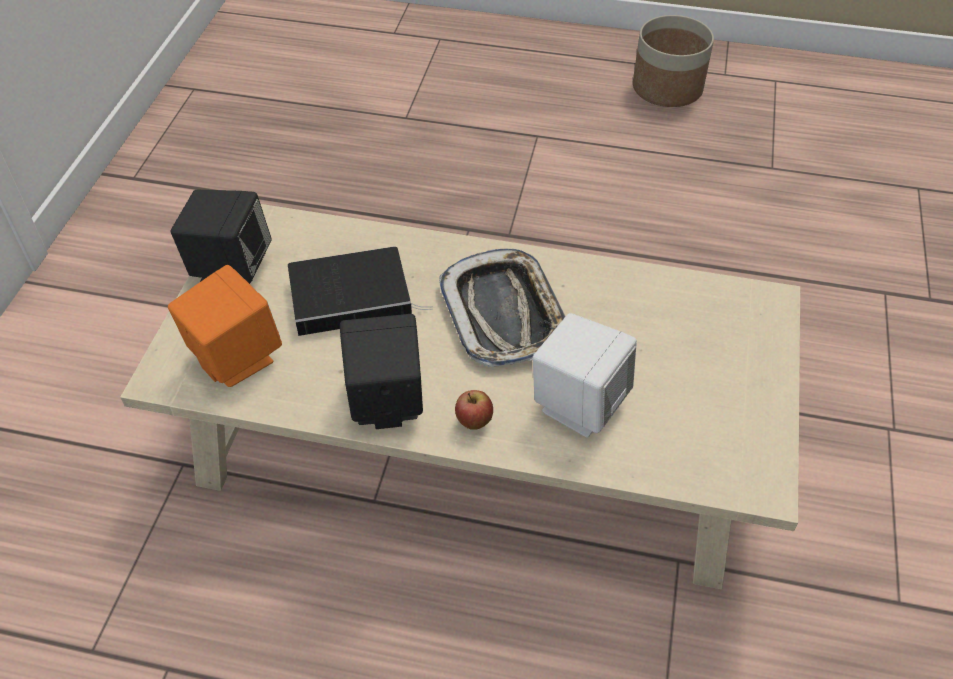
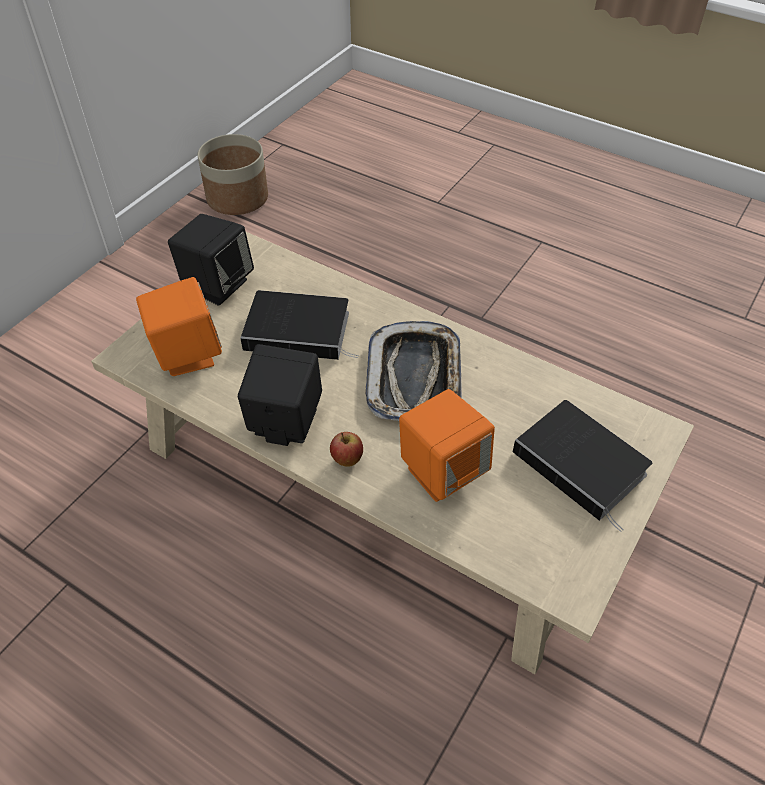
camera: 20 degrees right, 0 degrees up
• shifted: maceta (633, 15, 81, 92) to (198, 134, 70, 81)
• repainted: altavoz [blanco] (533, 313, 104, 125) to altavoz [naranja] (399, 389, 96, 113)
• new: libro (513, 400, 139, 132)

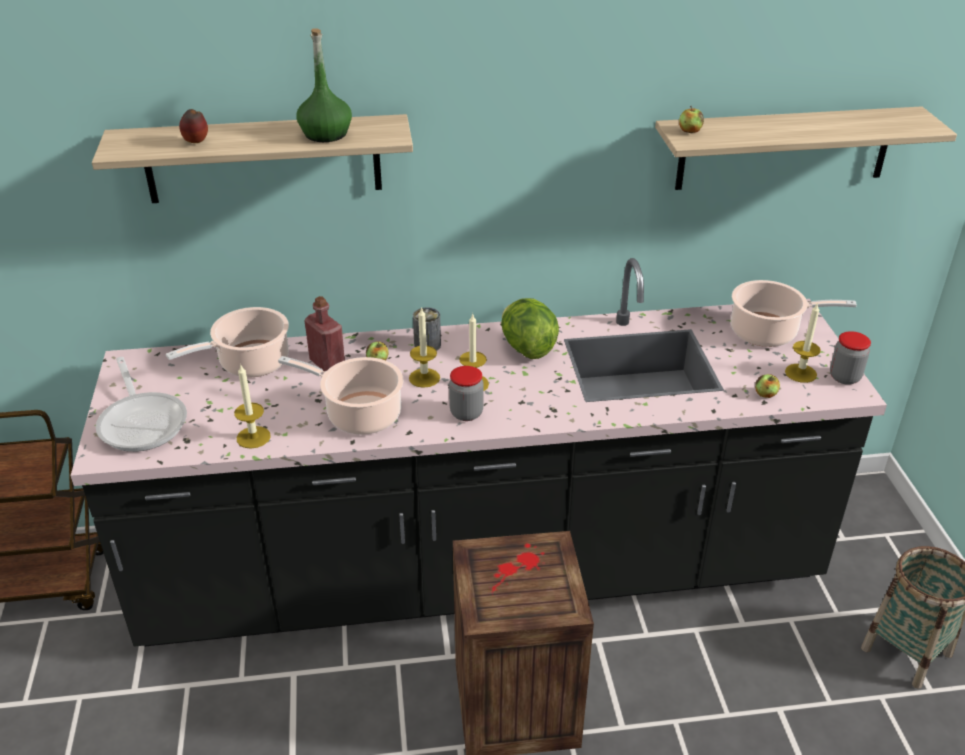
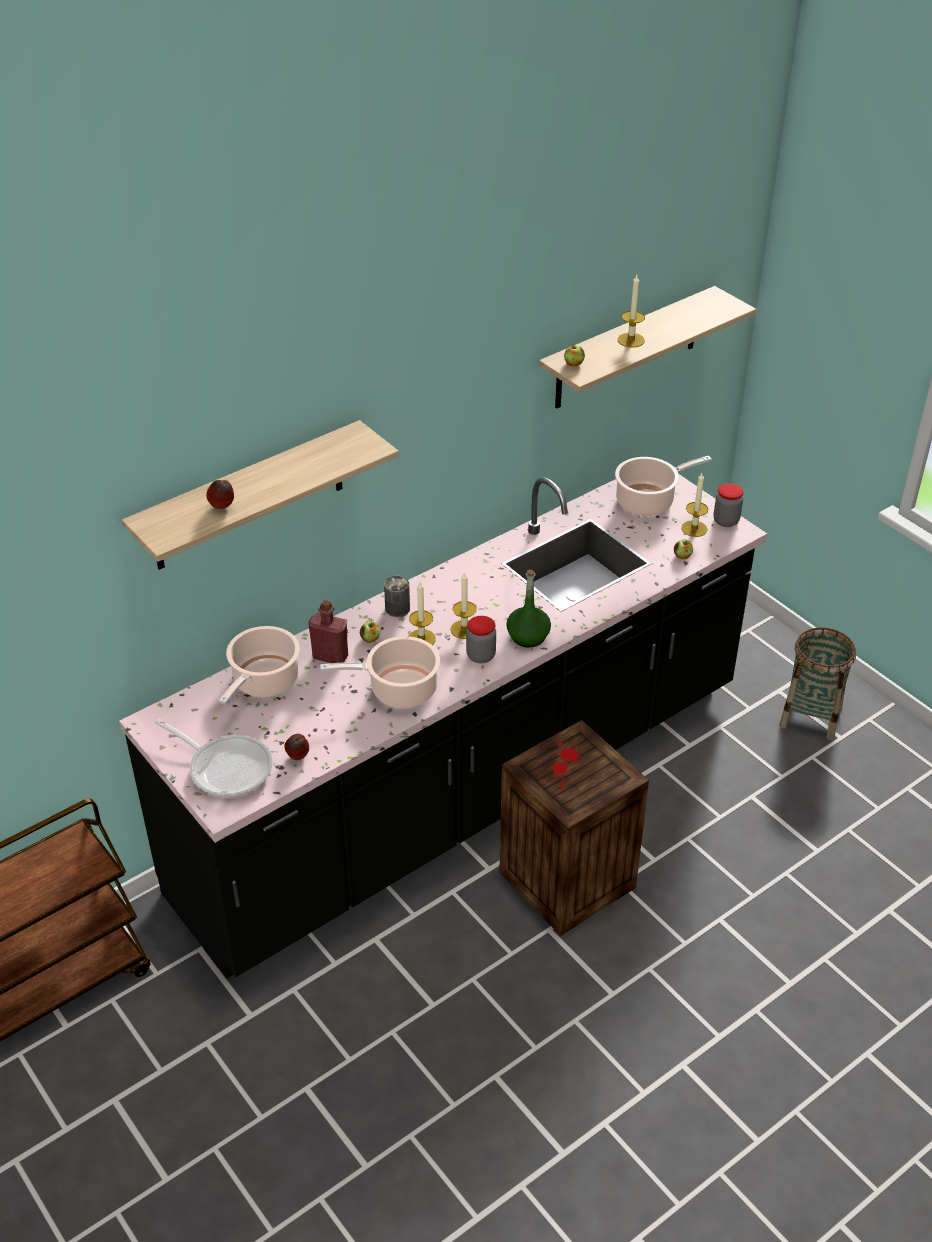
camera: 30 degrees left, 5 degrees up
• new: manzana (284, 734, 25, 26)
• shifted: botella [verde] (296, 29, 56, 113) to (506, 570, 45, 78)
• shifted: vela (234, 365, 36, 84) to (618, 275, 27, 73)
• gone: lechuga (501, 298, 58, 61)

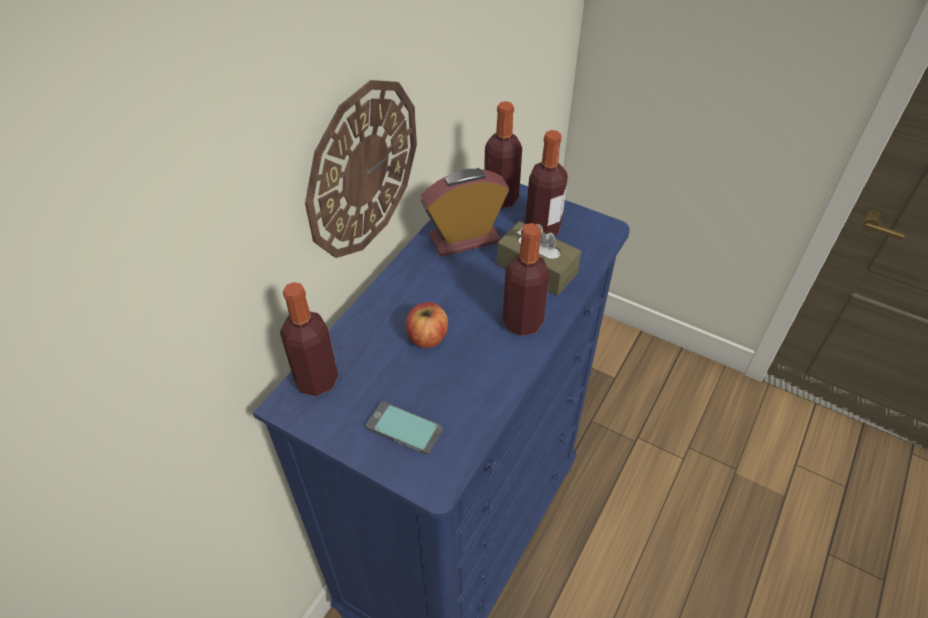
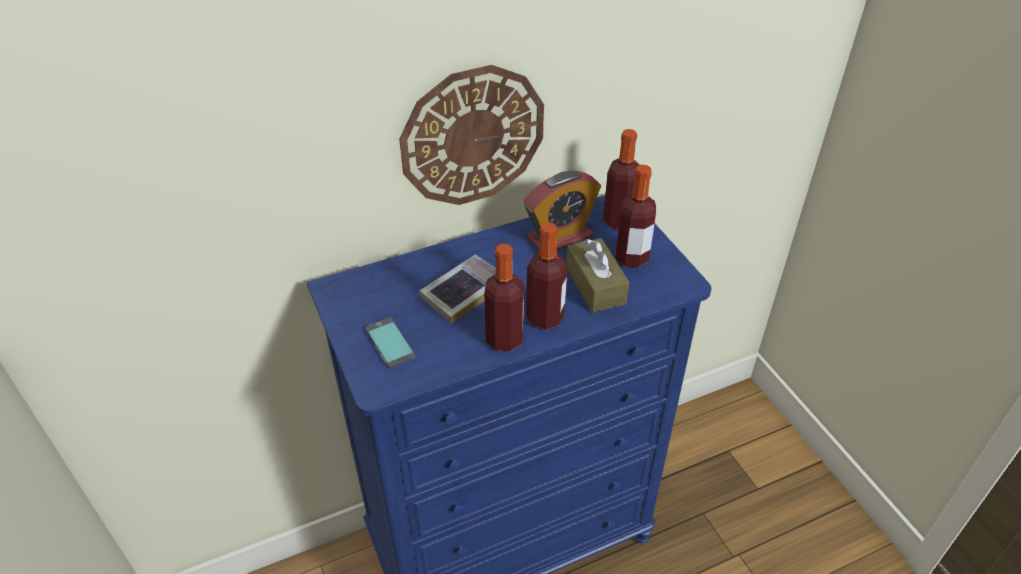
camera: 35 degrees right, 5 degrees down
• swapped: manzana (406, 302, 42, 46) to libro (419, 255, 77, 69)
• shifted: botella (280, 282, 58, 114) to (484, 244, 40, 108)
• rotated: despertador (421, 169, 88, 88) = (524, 171, 77, 80) 135 degrees clockwise

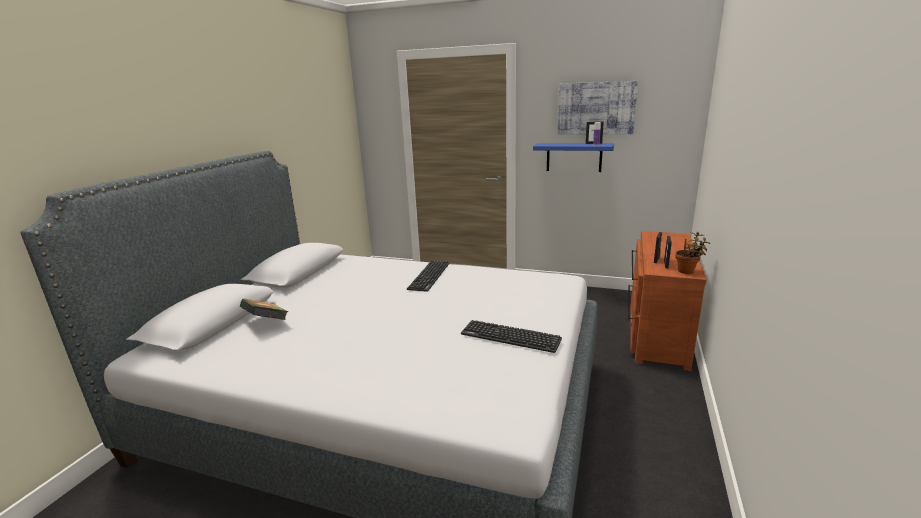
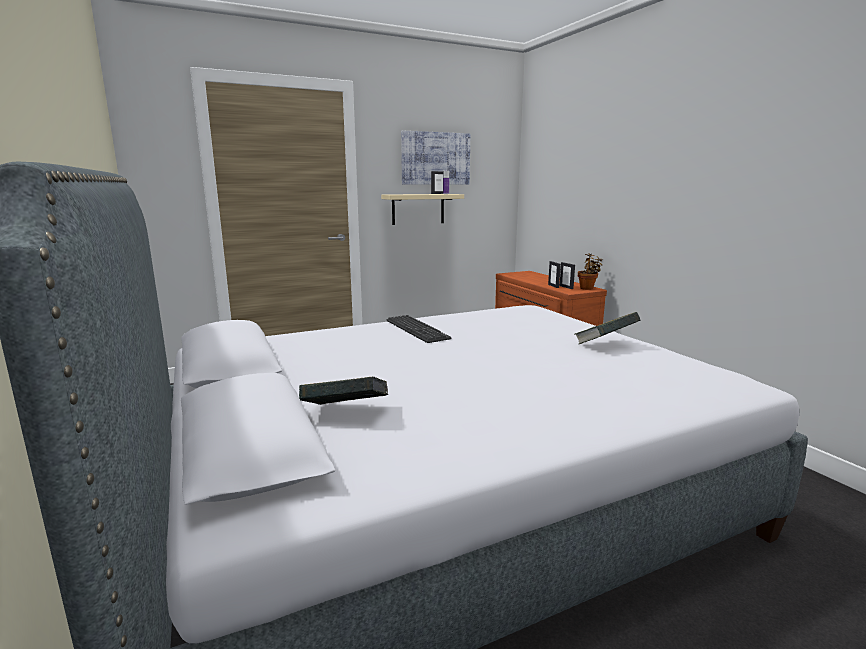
camera: 45 degrees left, 5 degrees down
• repainted: estante [azul] (533, 143, 81, 29) to estante [beis] (381, 194, 83, 31)
• swapped: teclado (461, 320, 101, 33) to libro (574, 312, 66, 32)

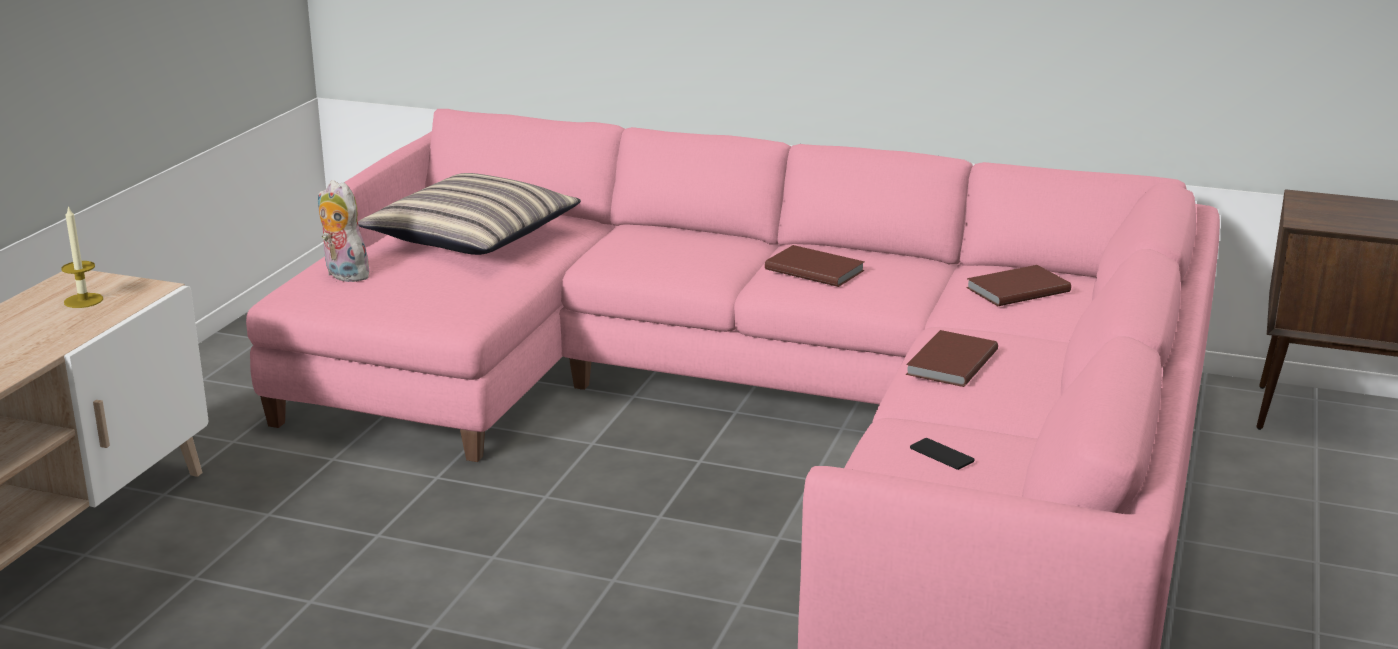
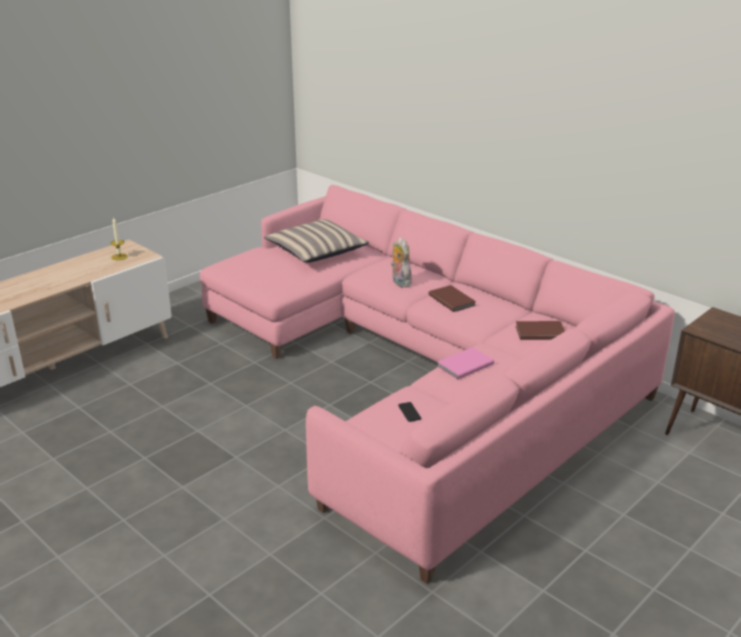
camera: 25 degrees right, 5 degrees up
• shifted: peluche (318, 180, 51, 102) to (391, 238, 21, 50)
• repainted: libro [marrón] (906, 330, 92, 57) to libro [rosa] (437, 347, 57, 33)

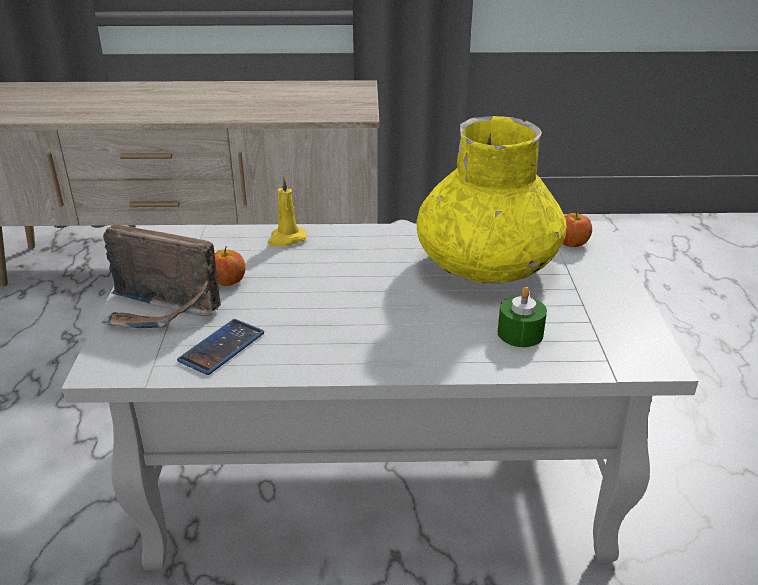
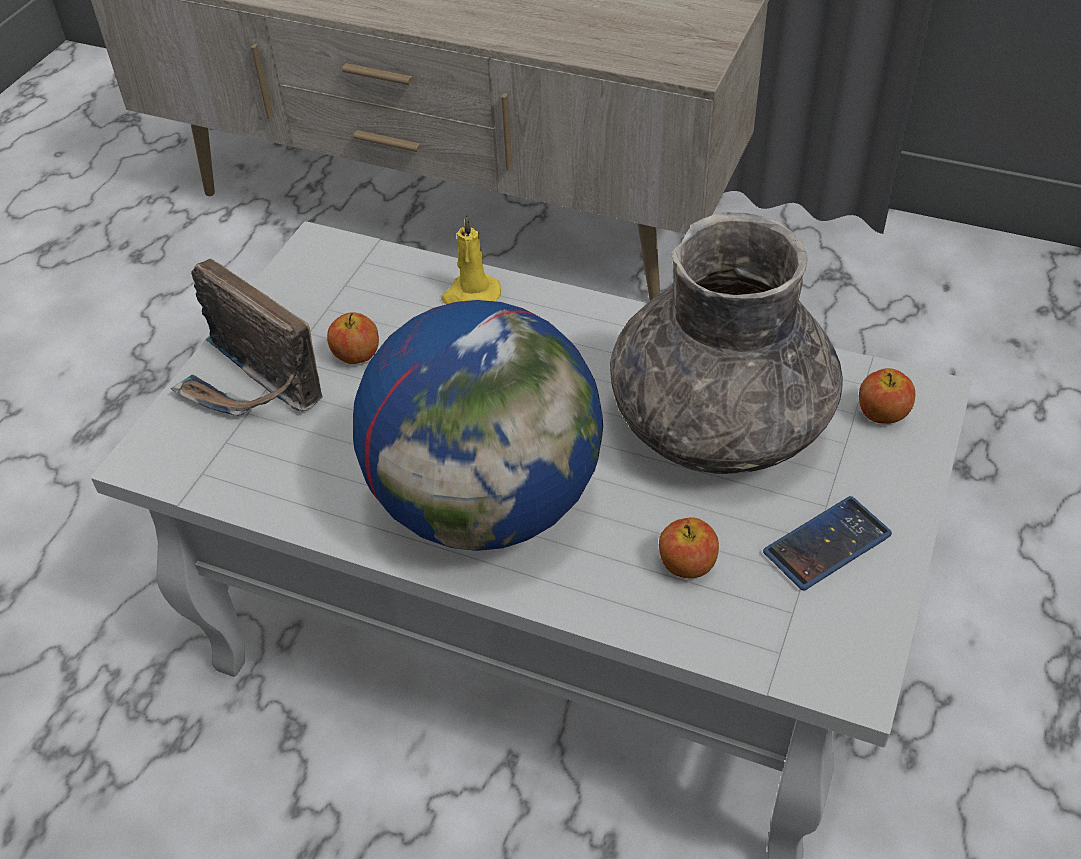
camera: 25 degrees right, 15 degrees up
• new: globo terráqueo (353, 300, 250, 251)
• repainted: florero [amarillo] (417, 116, 150, 168) to florero [gris] (610, 212, 233, 262)
• swapped: vela [verde] (498, 287, 49, 60) to manzana (659, 517, 60, 61)
• shifted: móvil (177, 319, 87, 56) to (763, 496, 129, 95)

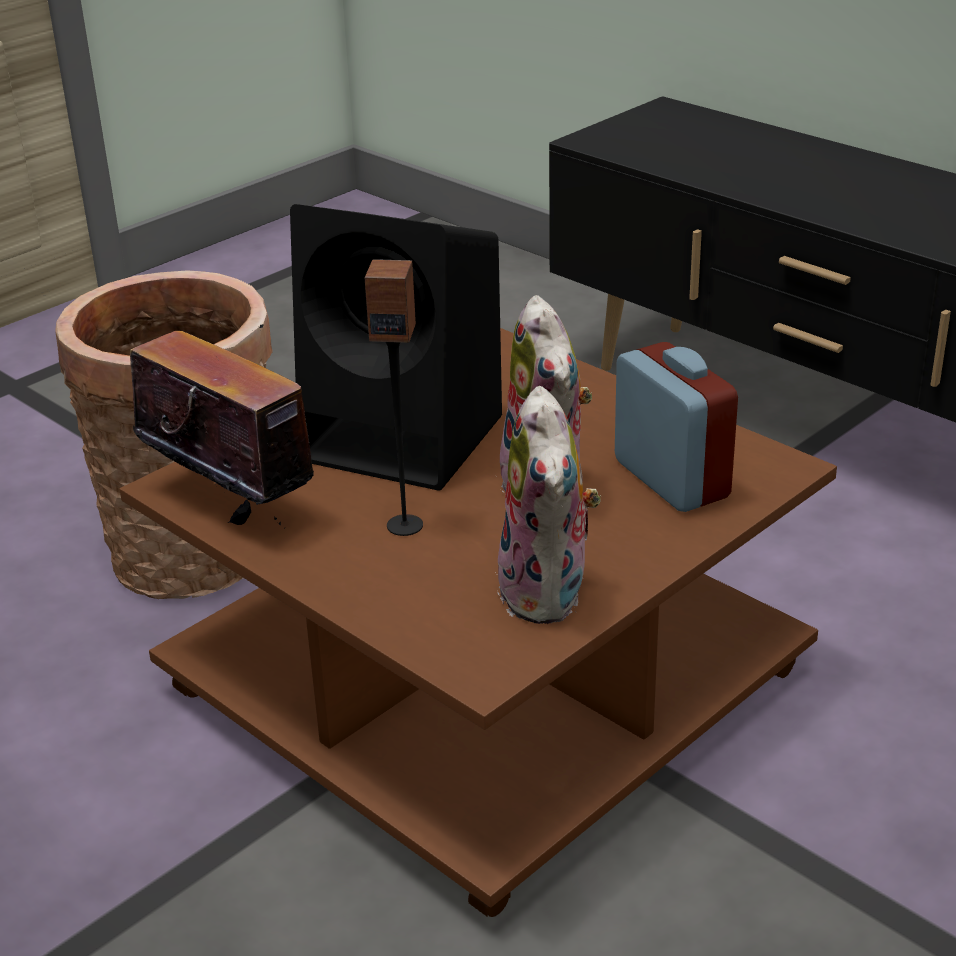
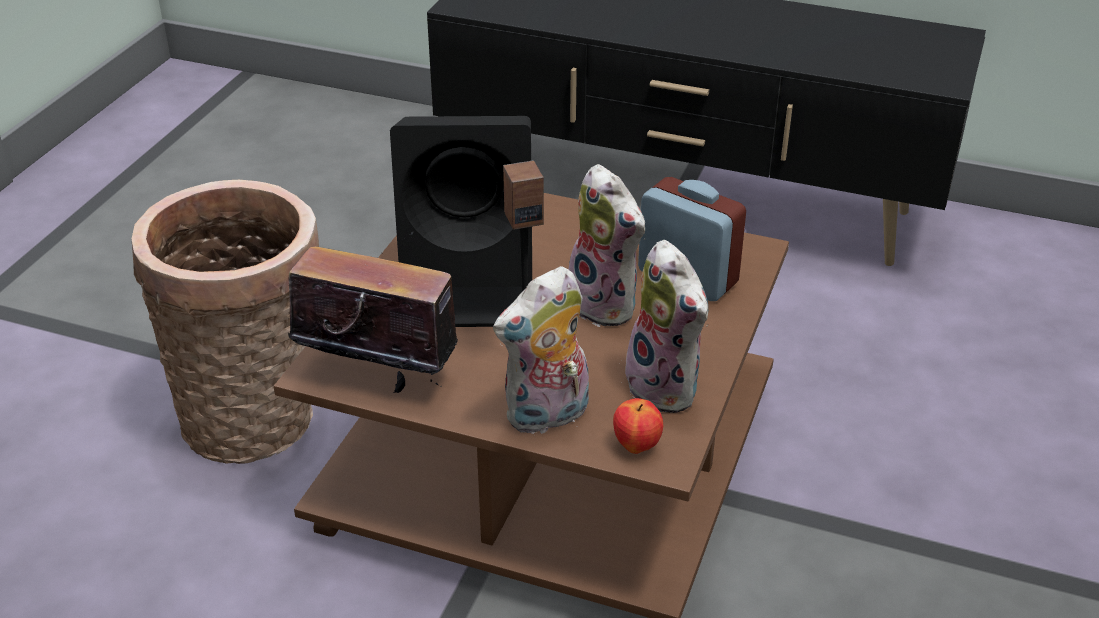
camera: 25 degrees left, 5 degrees up
• new: peluche (493, 266, 96, 170)
• new: manzana (613, 398, 50, 56)

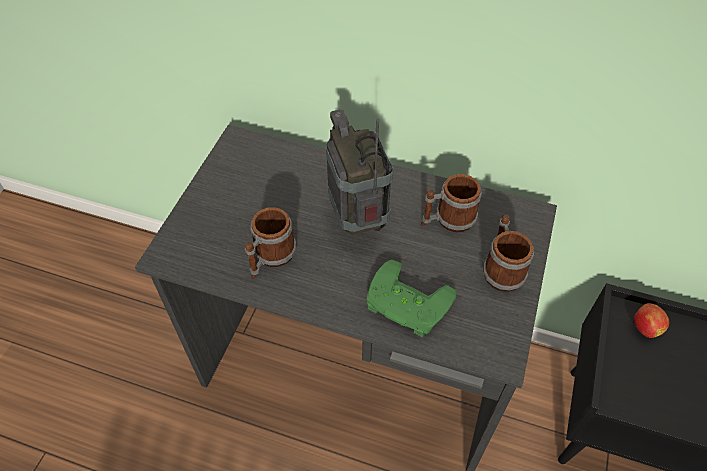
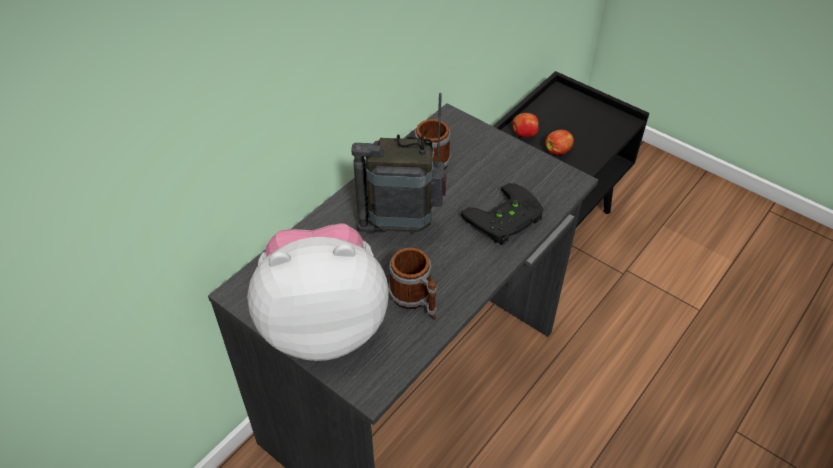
camera: 70 degrees left, 5 degrees down
• new: peluche (247, 223, 141, 138)
• repainted: mando de consola [verde] (367, 260, 90, 77) to mando de consola [negro] (461, 183, 82, 62)
• new: manzana (545, 130, 29, 25)
• gone: taza grande (483, 214, 51, 78)

